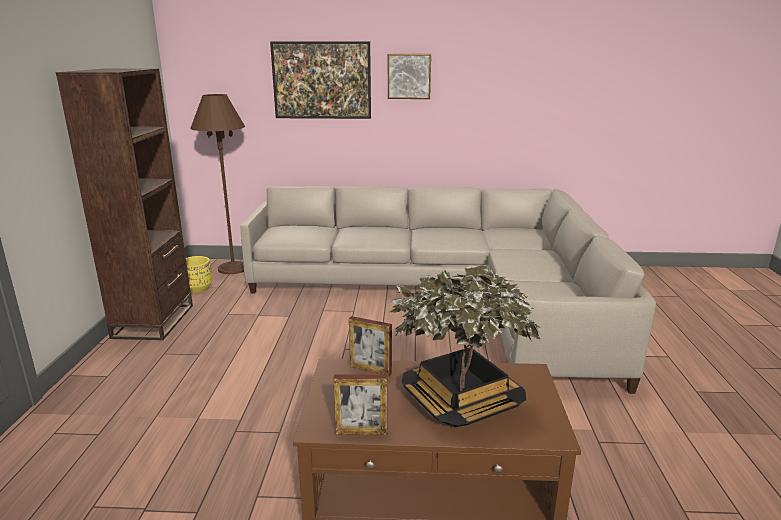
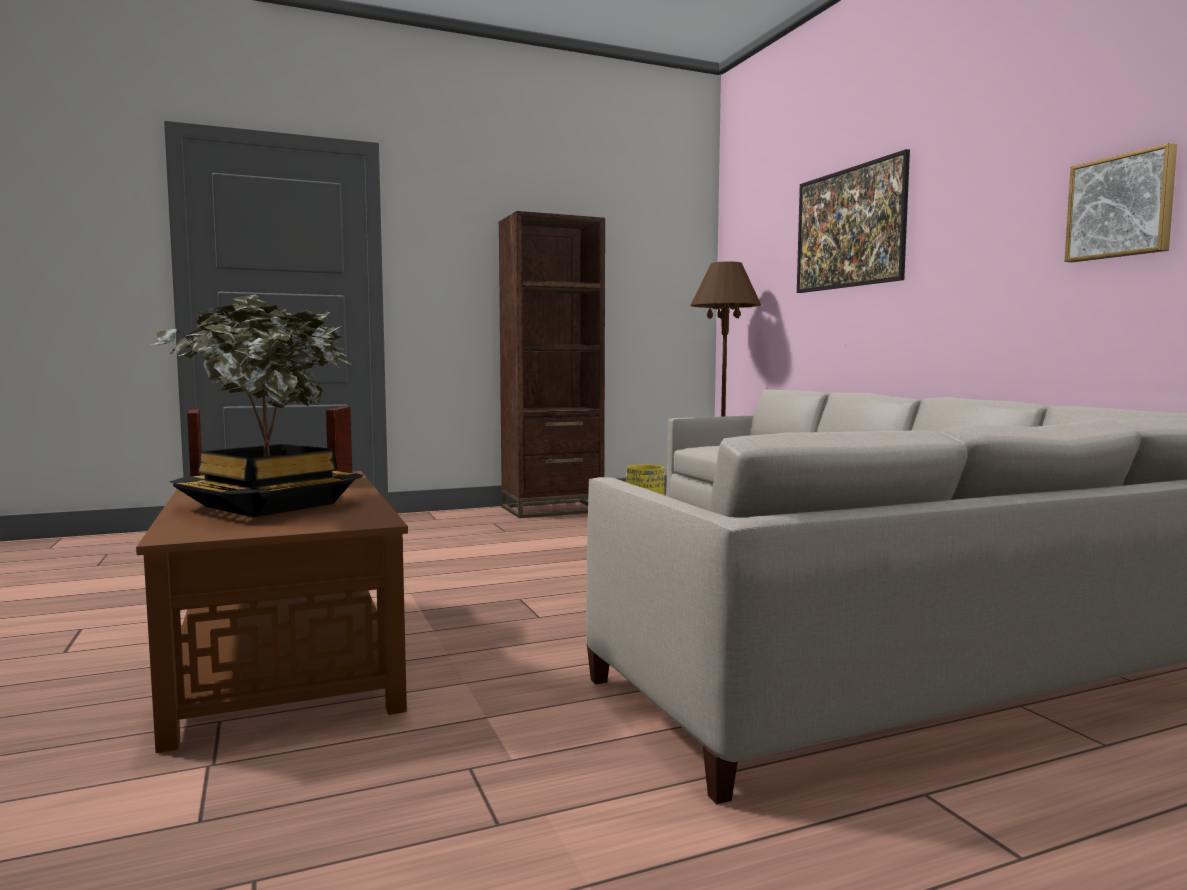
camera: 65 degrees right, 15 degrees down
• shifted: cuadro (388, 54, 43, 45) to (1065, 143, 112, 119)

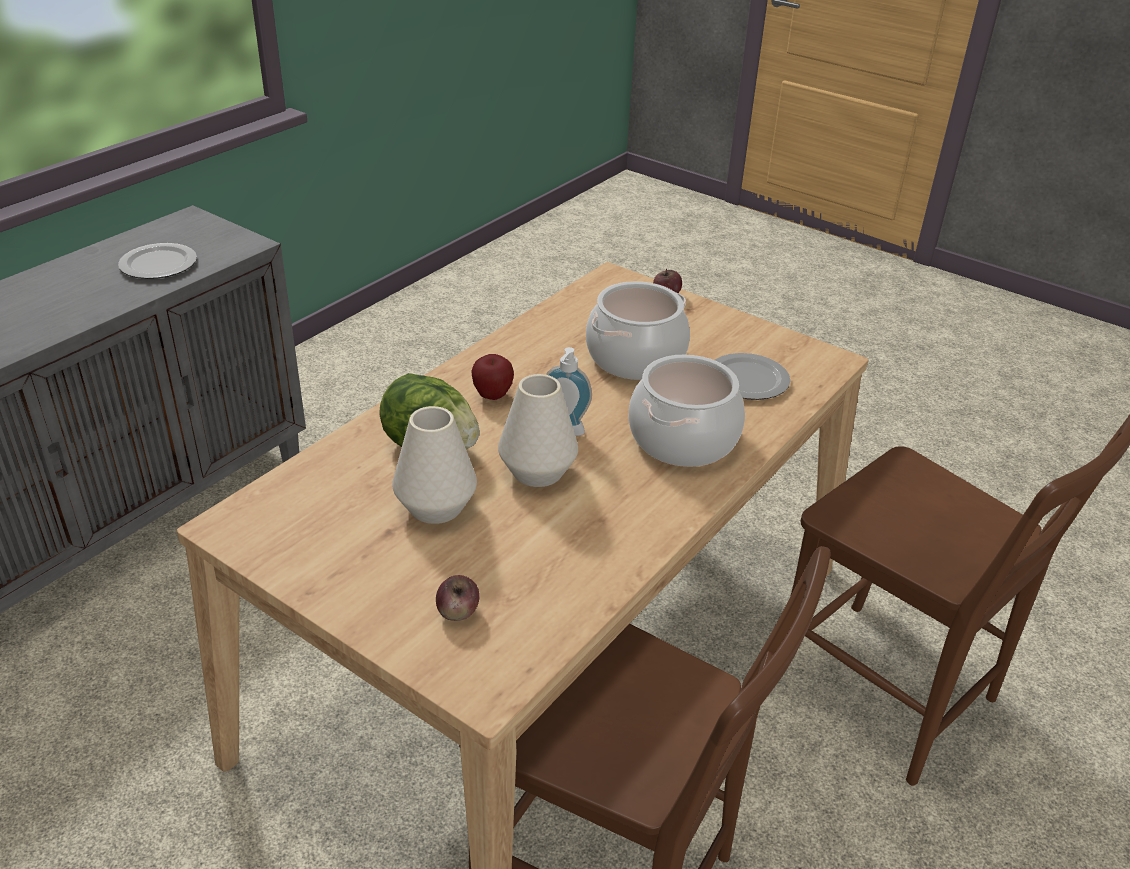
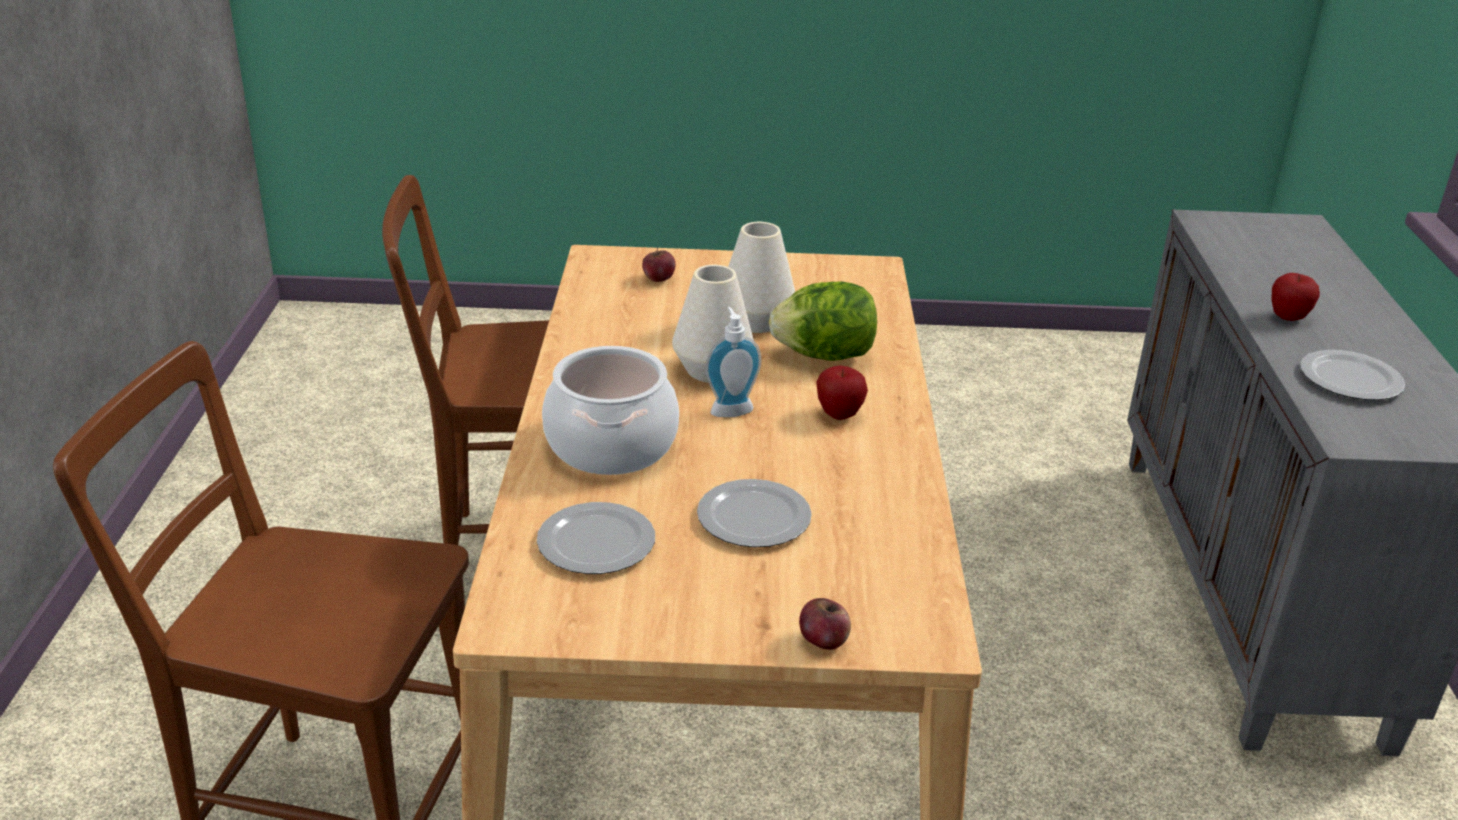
camera: 145 degrees right, 5 degrees down
• swapped: olla (586, 281, 104, 99) to plato (697, 479, 115, 68)
• new: manzana (1271, 273, 49, 48)

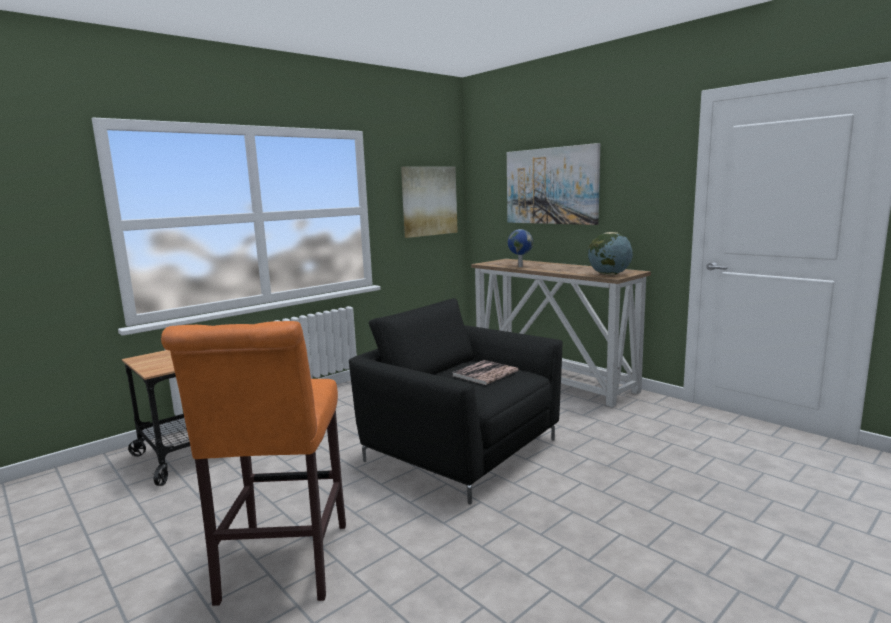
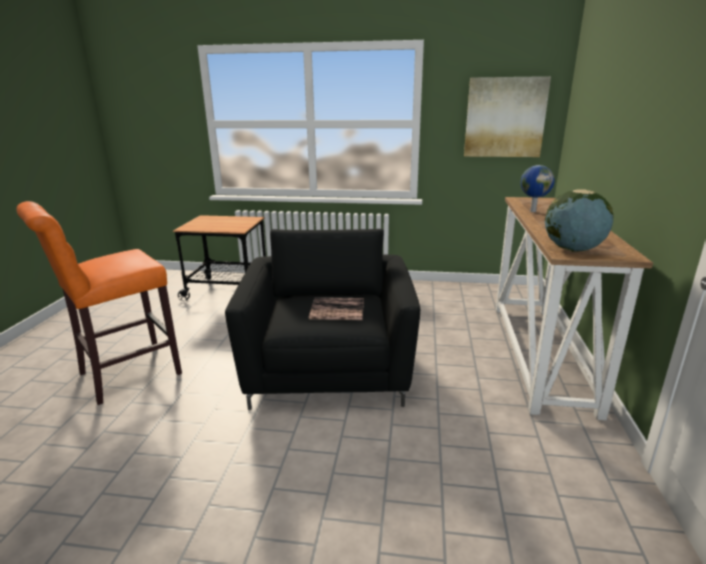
camera: 50 degrees right, 10 degrees up
• gone: cuadro (507, 143, 93, 82)

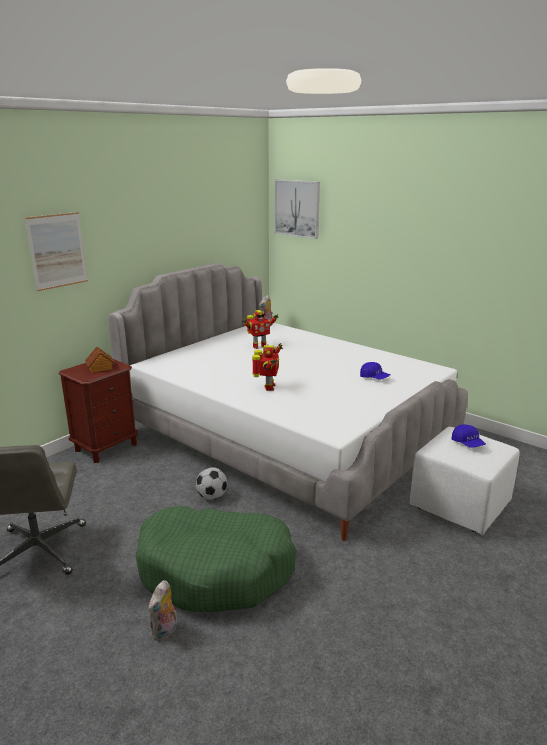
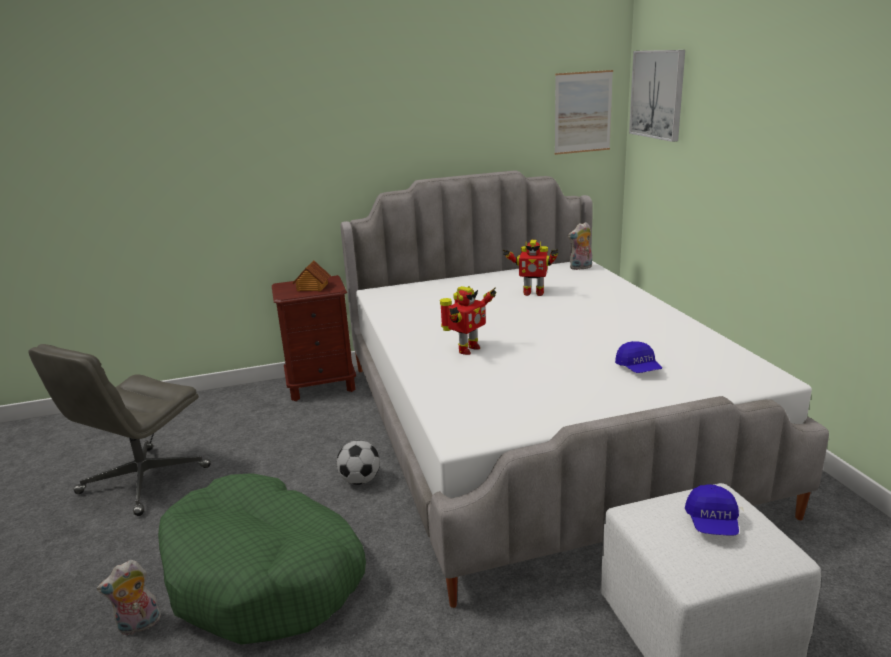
camera: 35 degrees right, 0 degrees up
• shifted: cuadro (25, 212, 63, 79) to (554, 70, 59, 85)

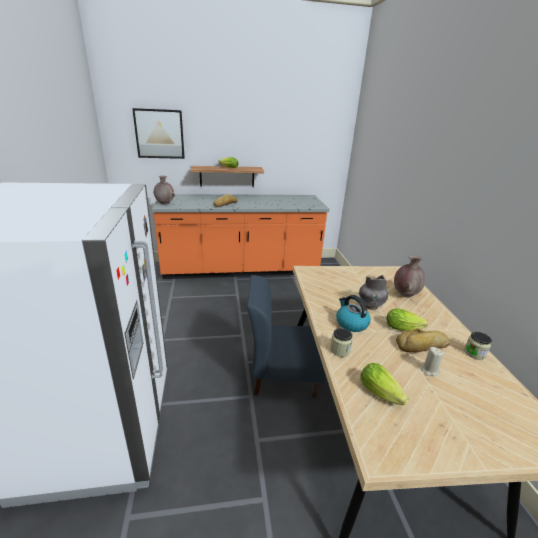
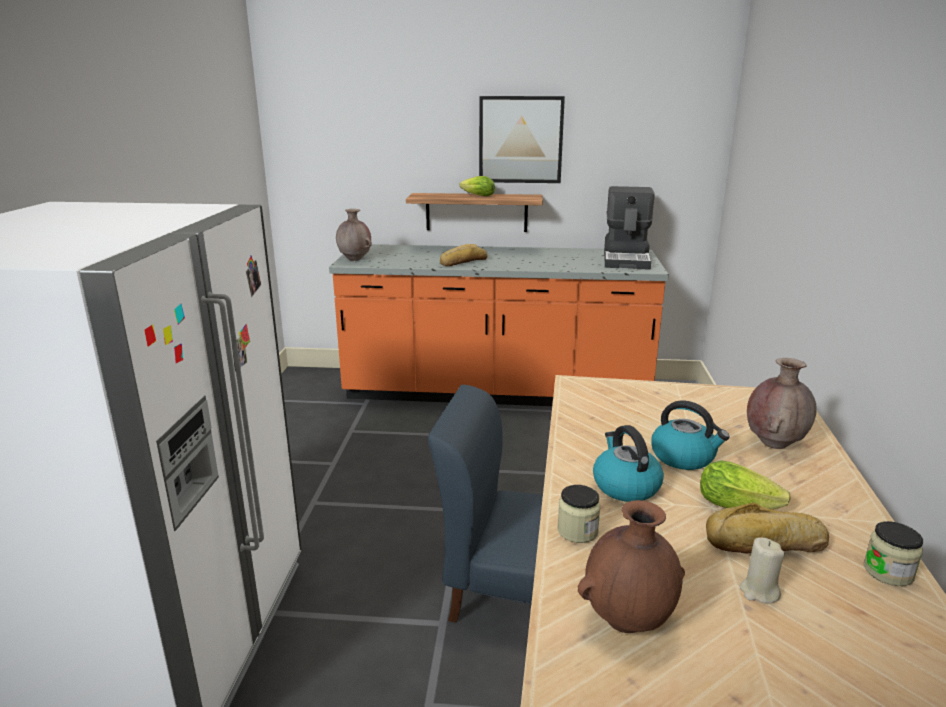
camera: 15 degrees right, 5 degrees down
• shifted: cuadro (132, 108, 53, 51) to (479, 96, 86, 87)
• swapped: lechuga (360, 363, 48, 42) to florero [marrón] (577, 500, 108, 133)
• new: cafetera (604, 186, 51, 84)
• swapped: florero [gris] (359, 275, 29, 35) to hervidor (651, 400, 79, 70)

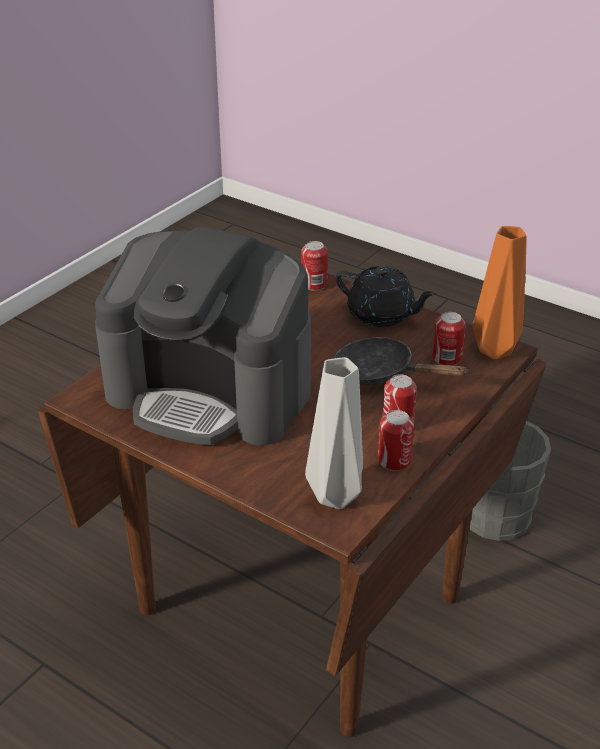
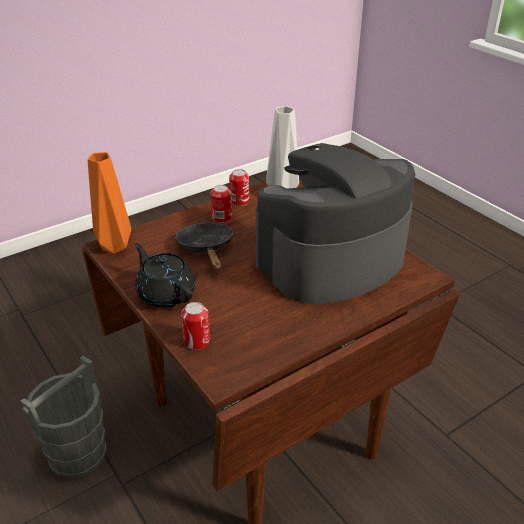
camera: 160 degrees left, 0 degrees up
• rotated: sartén [negro] (333, 337, 135, 48) = (175, 222, 59, 47) 150 degrees counterclockwise
• rotated: cafetera (95, 227, 216, 218) = (256, 143, 159, 161) 75 degrees counterclockwise
• gone: lata (433, 312, 33, 54)

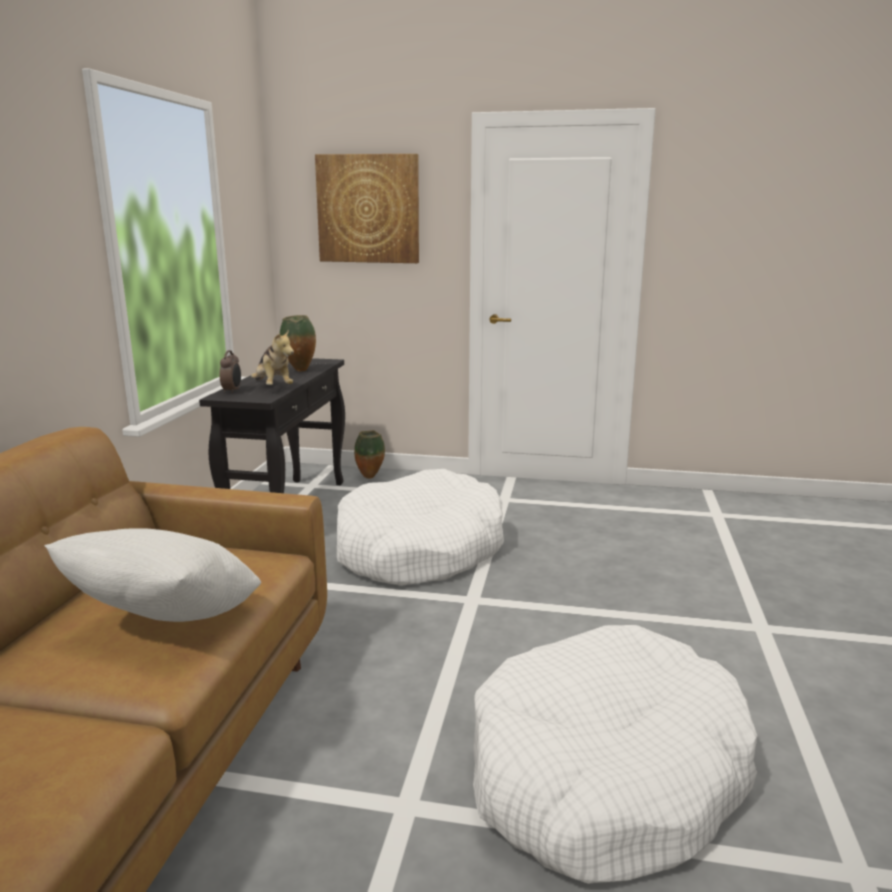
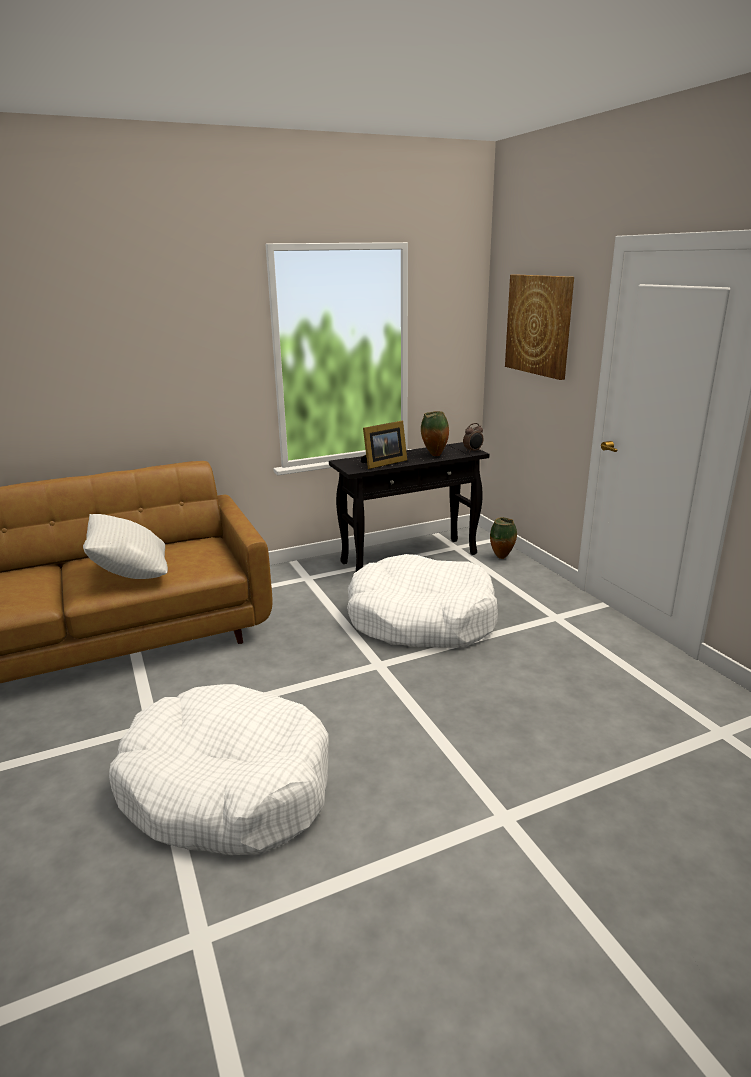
camera: 55 degrees right, 5 degrees up
• swapped: peluche (251, 329, 43, 56) to portarretratos (361, 421, 46, 48)
• shifted: despertador (219, 350, 22, 43) to (463, 423, 20, 30)

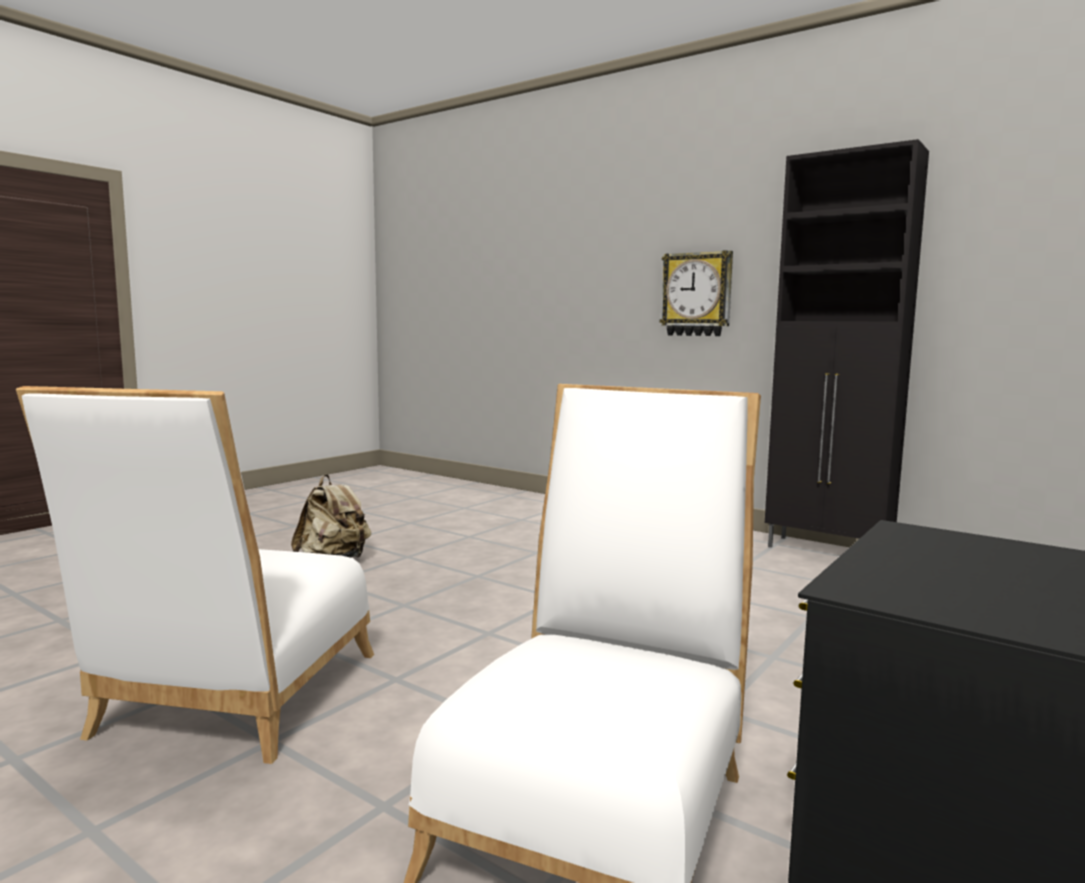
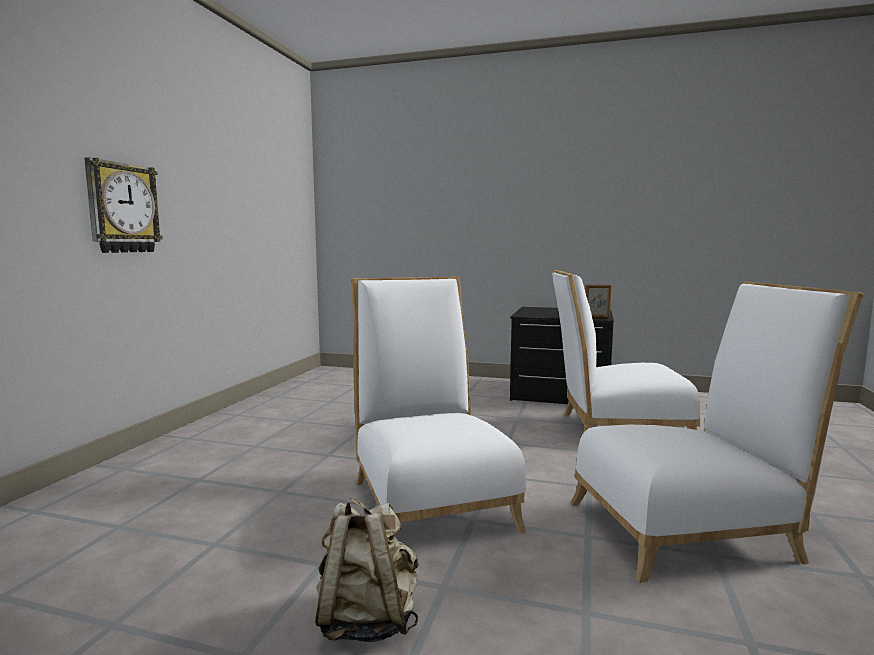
camera: 110 degrees left, 0 degrees up
• new: silla [blanco] (351, 277, 175, 261)
• new: portarretratos (585, 285, 27, 33)
• gone: armario [negro] (765, 139, 164, 409)

